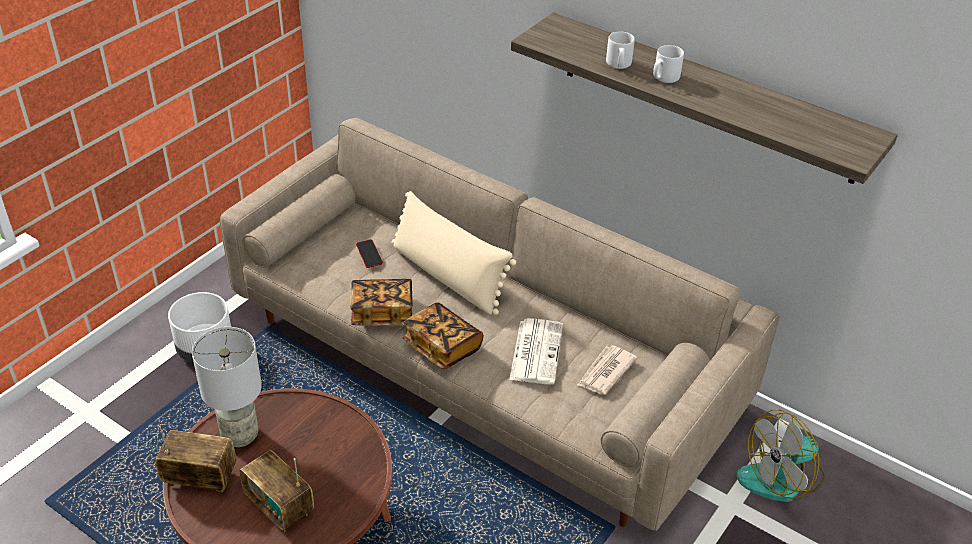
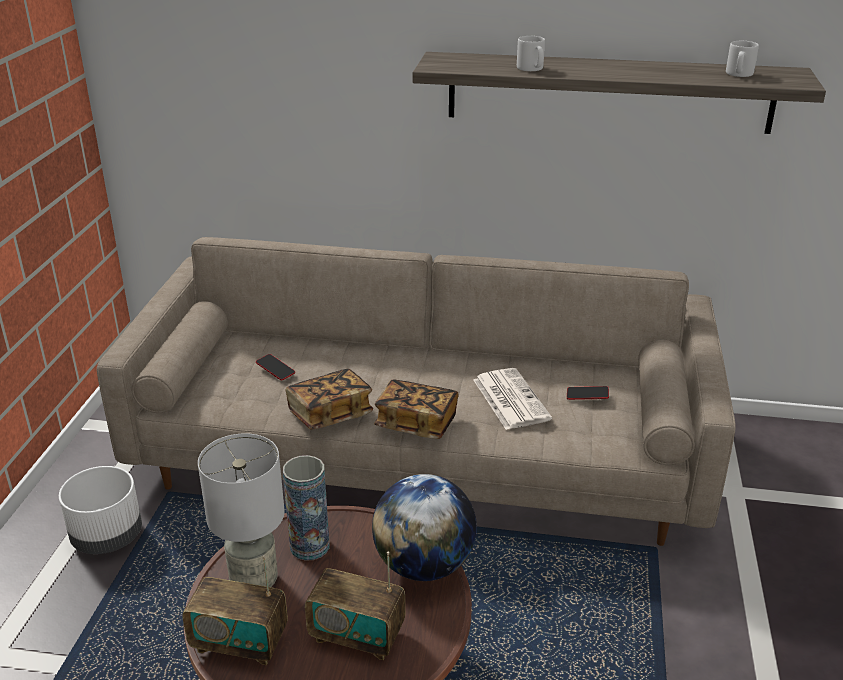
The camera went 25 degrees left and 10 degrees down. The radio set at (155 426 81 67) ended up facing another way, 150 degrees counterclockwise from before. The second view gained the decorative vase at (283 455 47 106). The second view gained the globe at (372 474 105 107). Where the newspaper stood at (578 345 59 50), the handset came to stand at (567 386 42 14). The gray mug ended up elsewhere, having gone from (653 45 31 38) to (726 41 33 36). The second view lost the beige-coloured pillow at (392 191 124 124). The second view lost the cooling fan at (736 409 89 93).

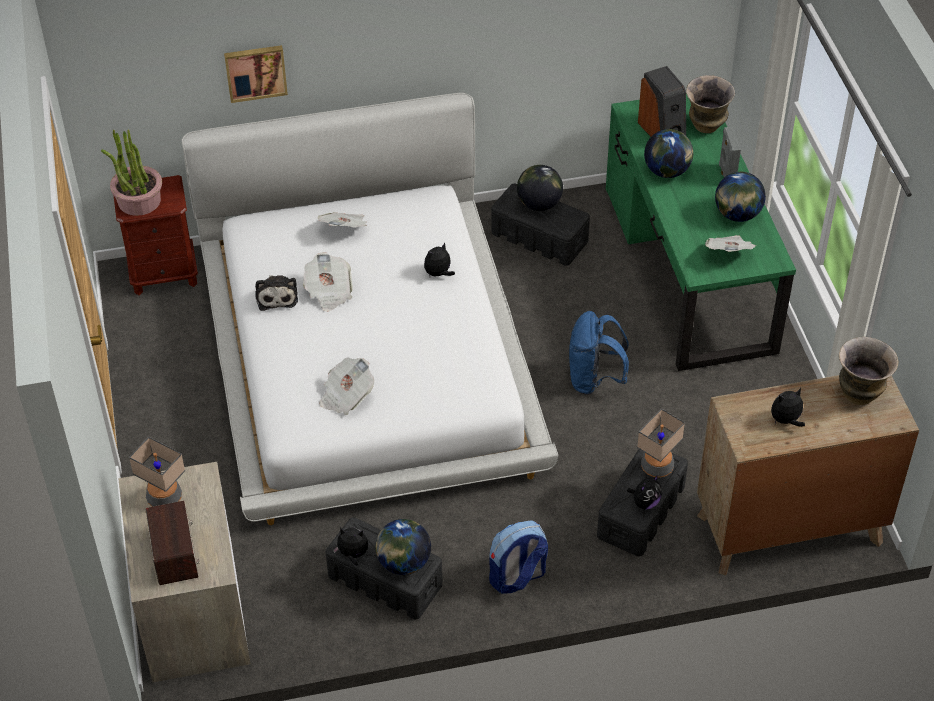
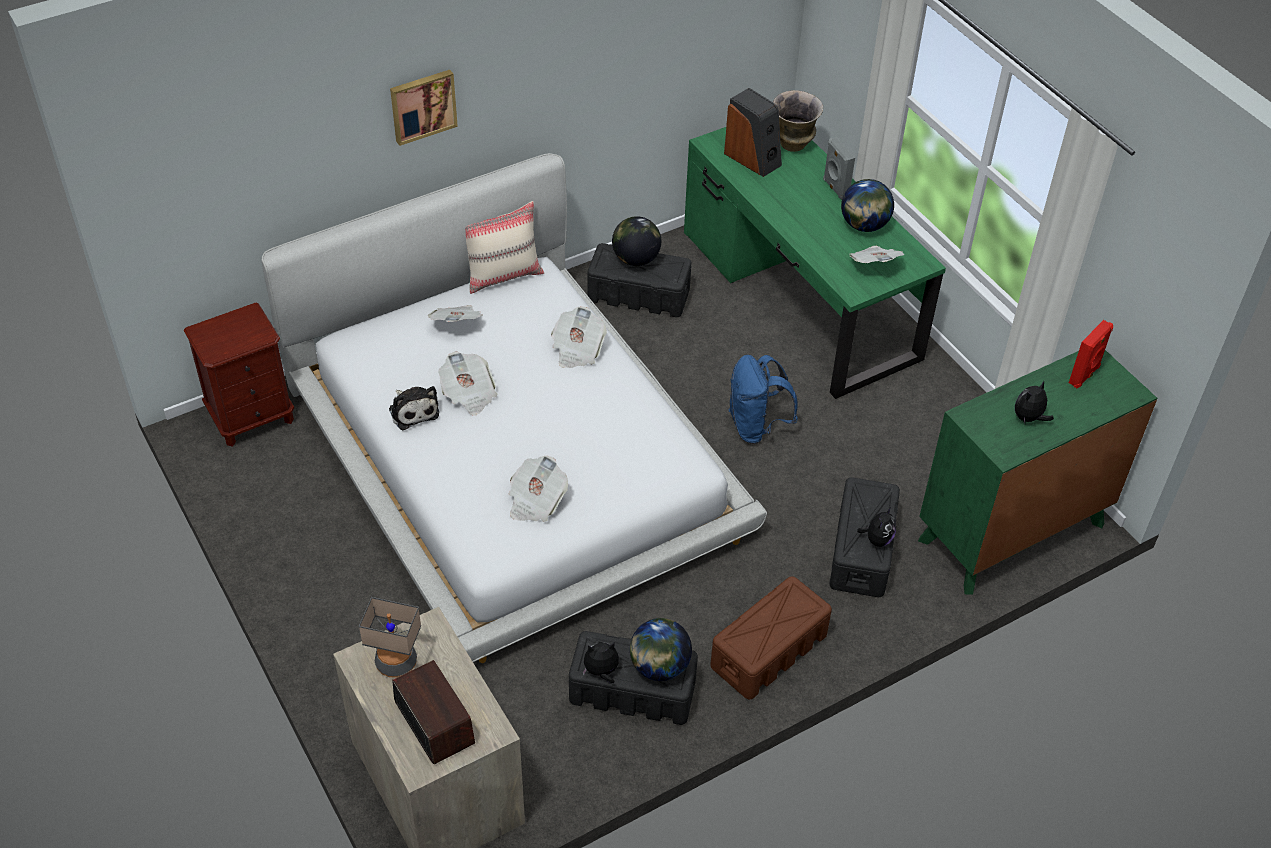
The camera went 20 degrees left and 0 degrees up. The wall art ended up elsewhere, having gone from (224 45 64 58) to (390 70 68 76). The second view gained the beige-coloured pillow at (465 201 79 93). Where the cuddly toy stood at (424 243 31 34), the newspaper came to stand at (551 306 56 62). Where the knapsack stood at (489 520 59 74), the brown-coloured storage container came to stand at (710 576 122 123). What was the brown-coloured chest of drawers at (697 375 222 200) turned into the greenish chest of drawers at (918 350 239 245). Where the decorative vase stood at (839 337 59 68), the reddish loudspeaker came to stand at (1069 320 44 68). The second view lost the houseplant at (101 129 61 87). The second view lost the table lamp at (637 408 48 70). The second view lost the globe at (644 129 49 49).

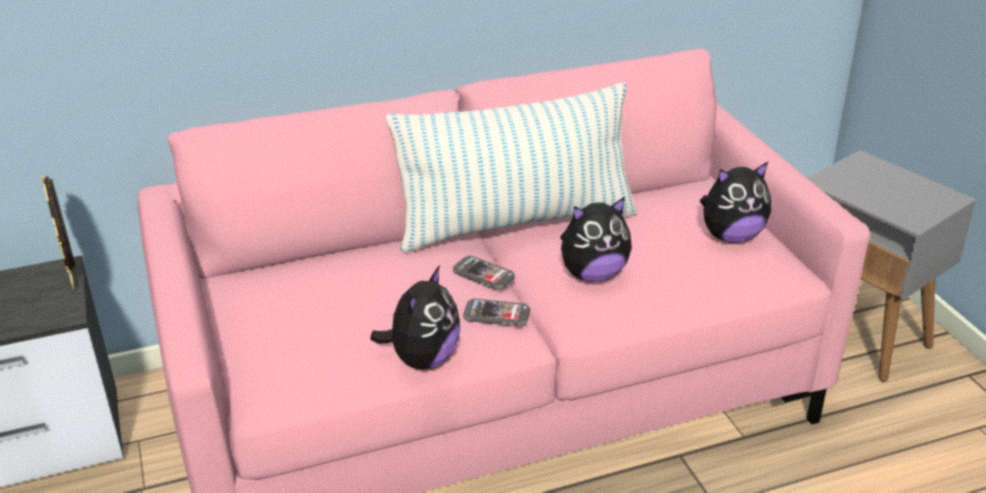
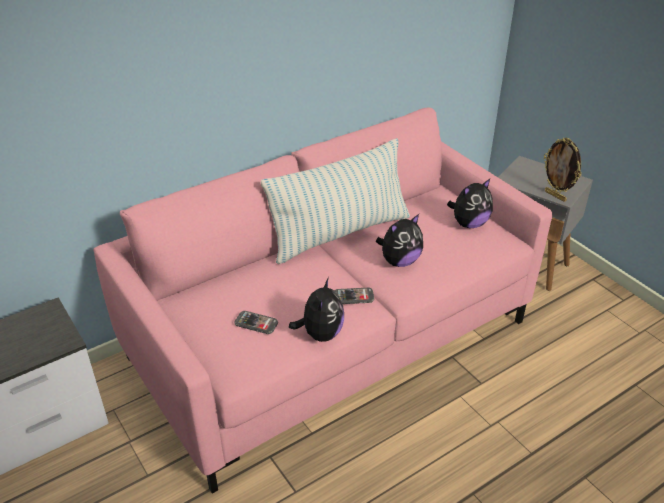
The camera went 15 degrees left and 5 degrees up. The handset ended up elsewhere, having gone from (453 256 62 34) to (234 311 44 23). The picture frame ended up elsewhere, having gone from (41 175 35 114) to (543 137 38 65).

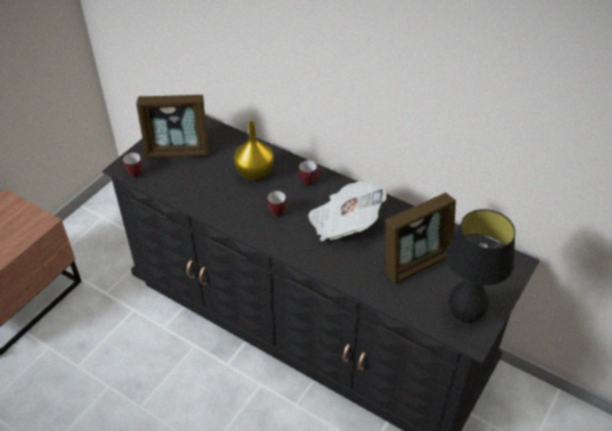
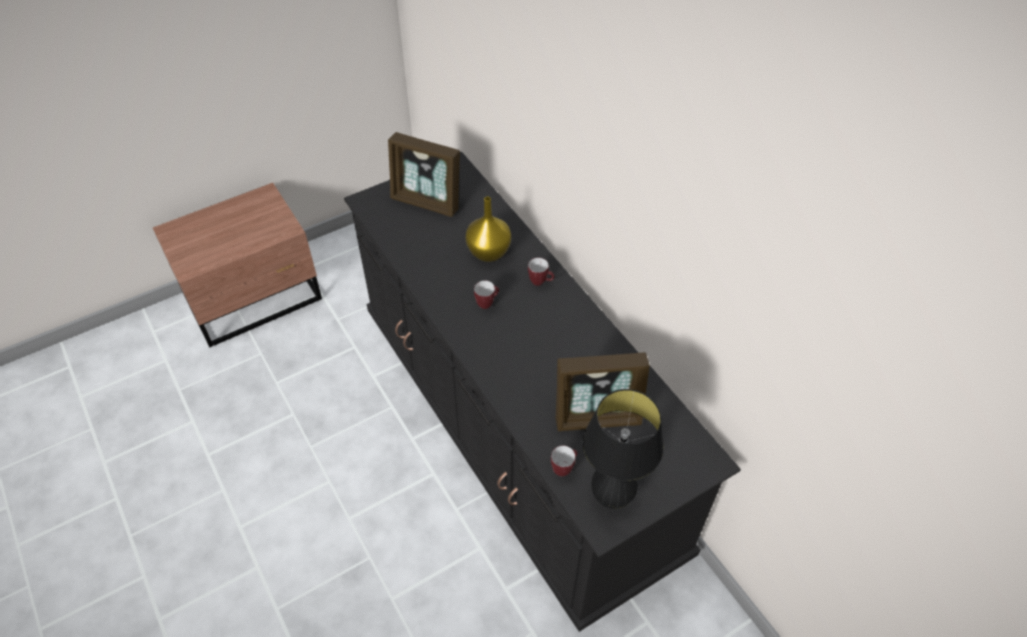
The camera went 25 degrees right and 5 degrees up. The mug ended up elsewhere, having gone from (123 153 19 24) to (551 446 26 30). The second view lost the newspaper at (308 179 79 62).

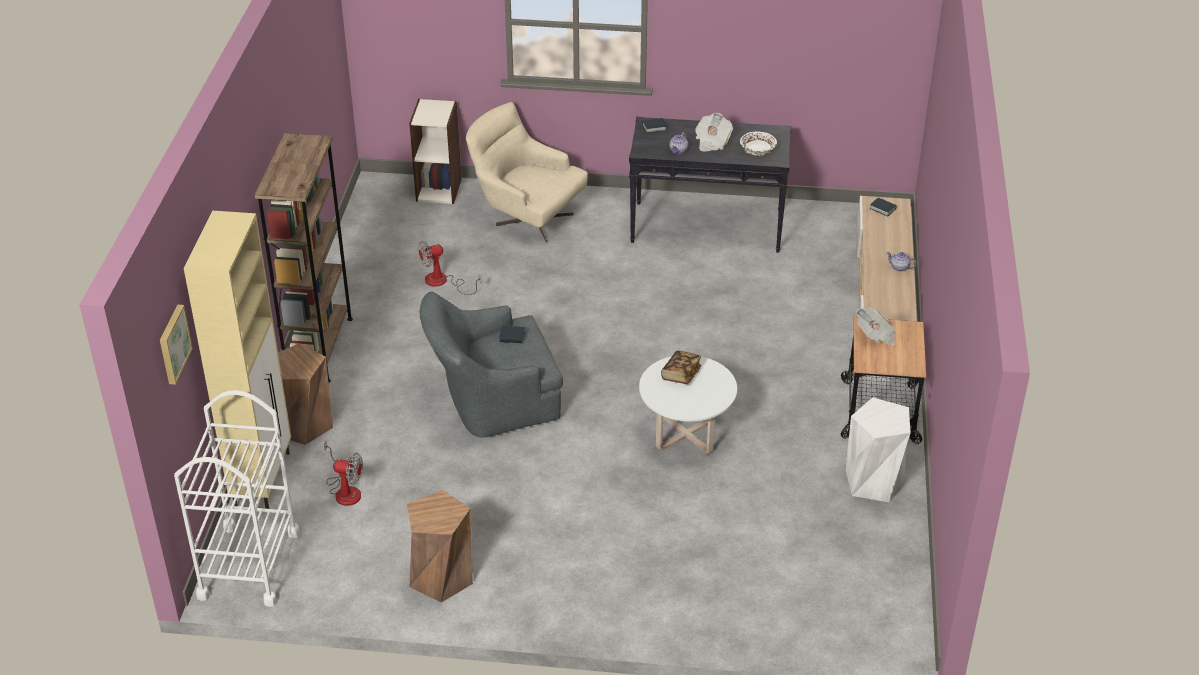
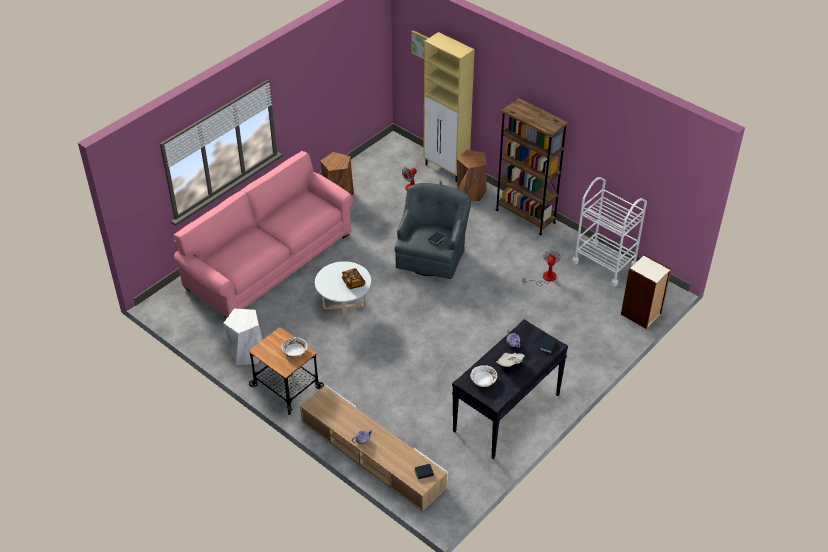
The camera went 125 degrees right and 5 degrees up. The second view gained the pink sofa at (174 151 179 167). Where the newspaper stood at (856 307 39 39), the whitish deep dish came to stand at (281 337 27 21). The whitish cart ended up elsewhere, having gone from (174 390 126 217) to (572 177 75 109). The second view lost the beige-coloured lounge chair at (466 102 122 141).

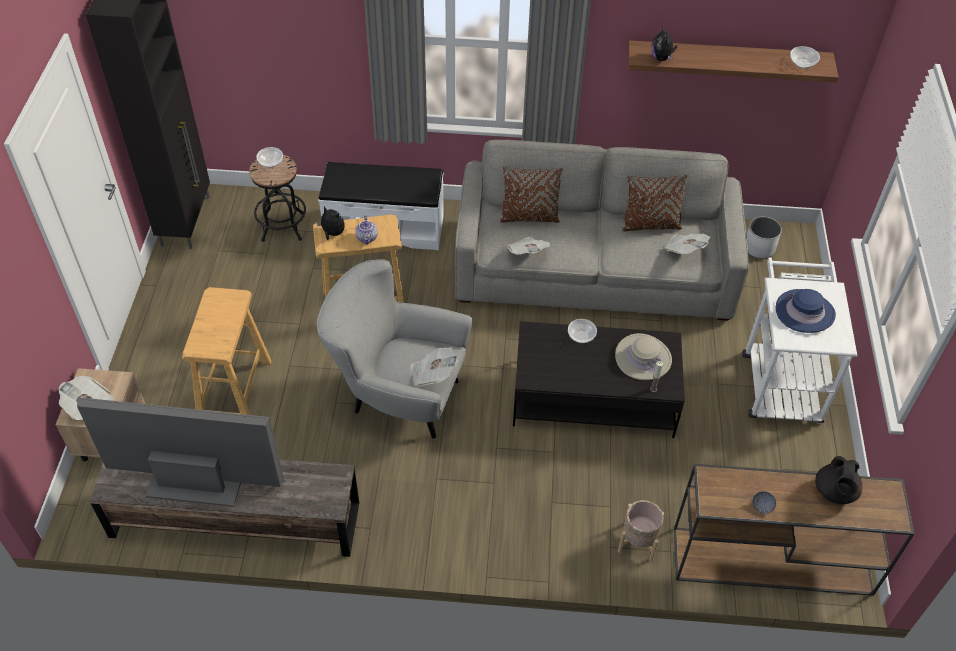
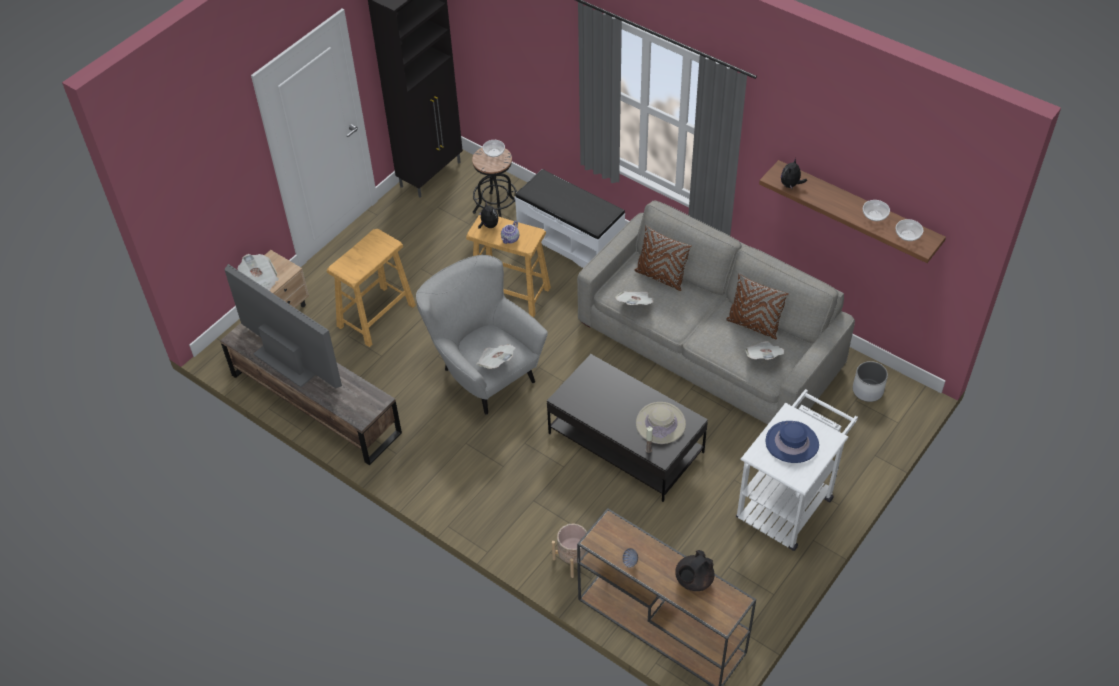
The camera went 35 degrees right and 0 degrees up. The deep dish ended up elsewhere, having gone from (568 319 29 24) to (863 200 27 21).

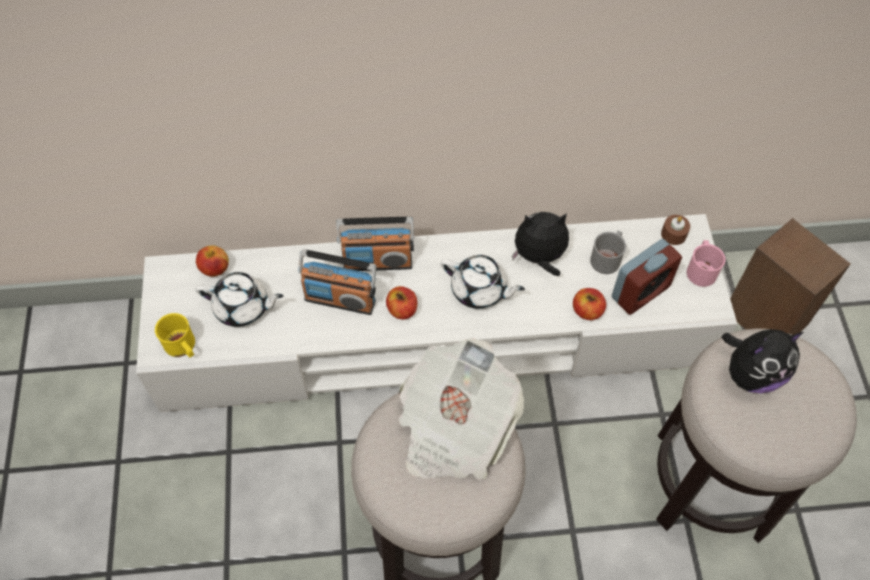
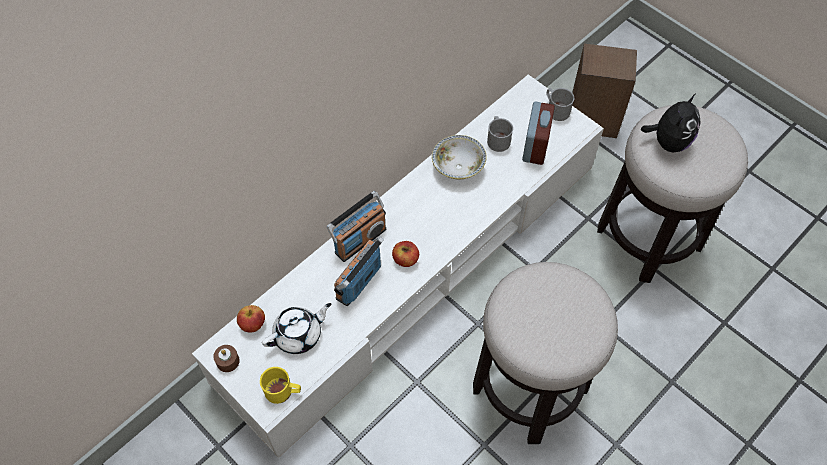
The camera went 40 degrees left and 0 degrees up. The brown-coloured candle ended up elsewhere, having gone from (661 215 29 30) to (213 345 27 27). The radio set at (298 249 79 66) ended up facing another way, 150 degrees clockwise from before. Where the cuddly toy stood at (512 212 57 64), the deep dish came to stand at (432 135 55 44). What was the pink mug at (687 240 39 47) turned into the gray mug at (546 88 28 33). The second view lost the newspaper at (399 338 125 142). The second view lost the whitish tea pot at (441 255 84 54). The second view lost the apple at (573 288 33 32).

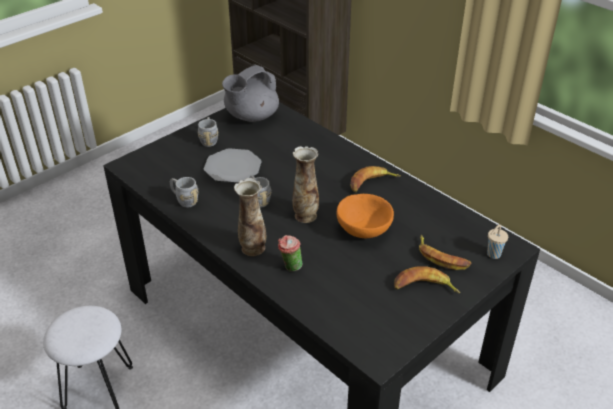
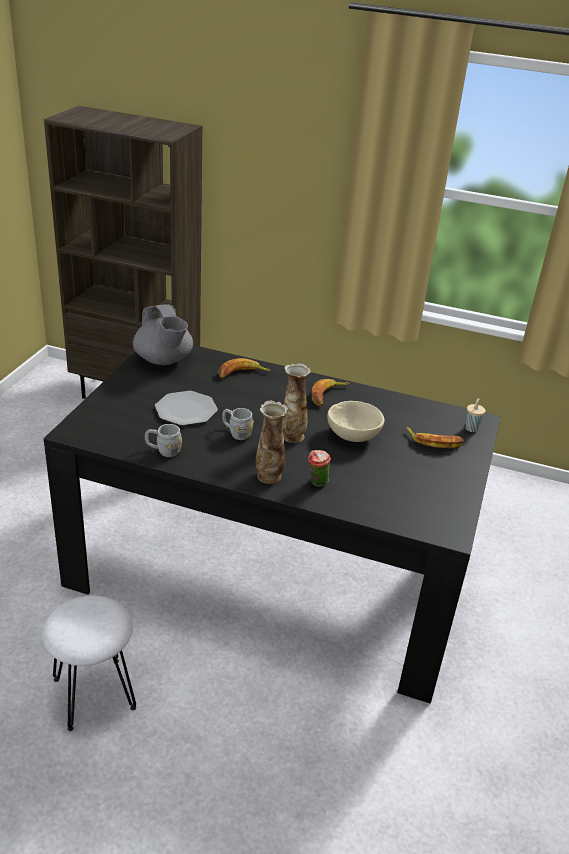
The camera went 30 degrees left and 5 degrees down. The gray tea pot at (222 64 57 58) ended up facing another way, 45 degrees counterclockwise from before. The whole banana ended up elsewhere, having gone from (394 266 66 28) to (218 358 53 21). What was the orange-coloured deep dish at (337 194 57 44) turned into the beige-coloured deep dish at (327 401 57 41). The second view lost the gray mug at (198 117 20 30).

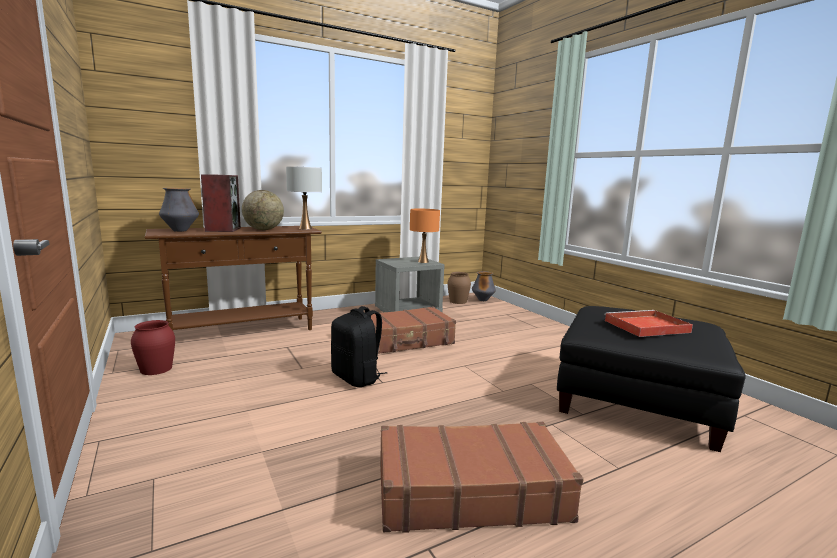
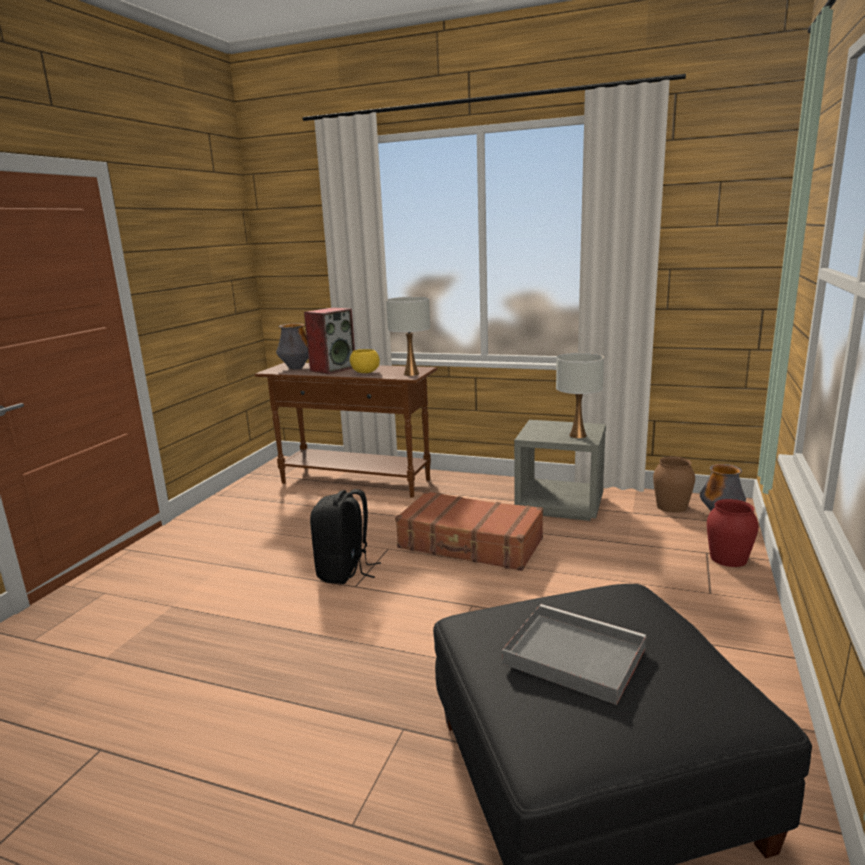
The camera went 50 degrees right and 5 degrees up. Where the globe stood at (242 190 42 40), the yellow deep dish came to stand at (350 349 30 24). What was the reddish tray at (604 310 89 27) turned into the gray tray at (502 604 144 101). What was the orange-coloured table lamp at (410 209 30 54) turned into the whitish table lamp at (556 353 48 85). The reddish decorative vase ended up elsewhere, having gone from (131 320 44 55) to (707 499 51 68). The second view lost the brown-coloured travel case at (380 422 203 111).

